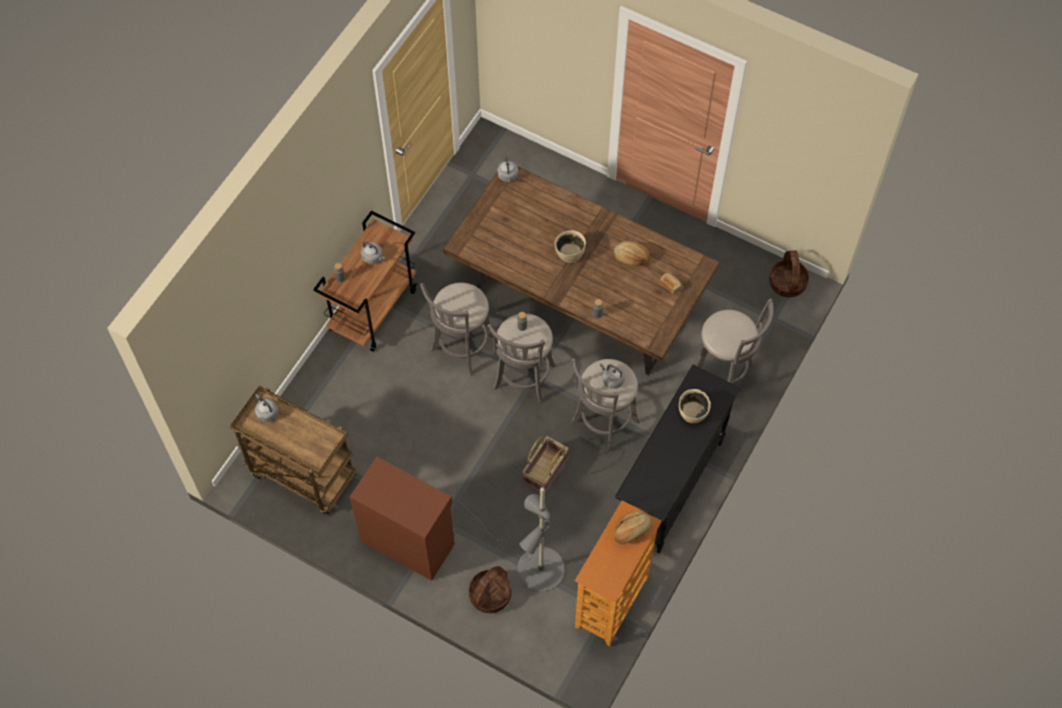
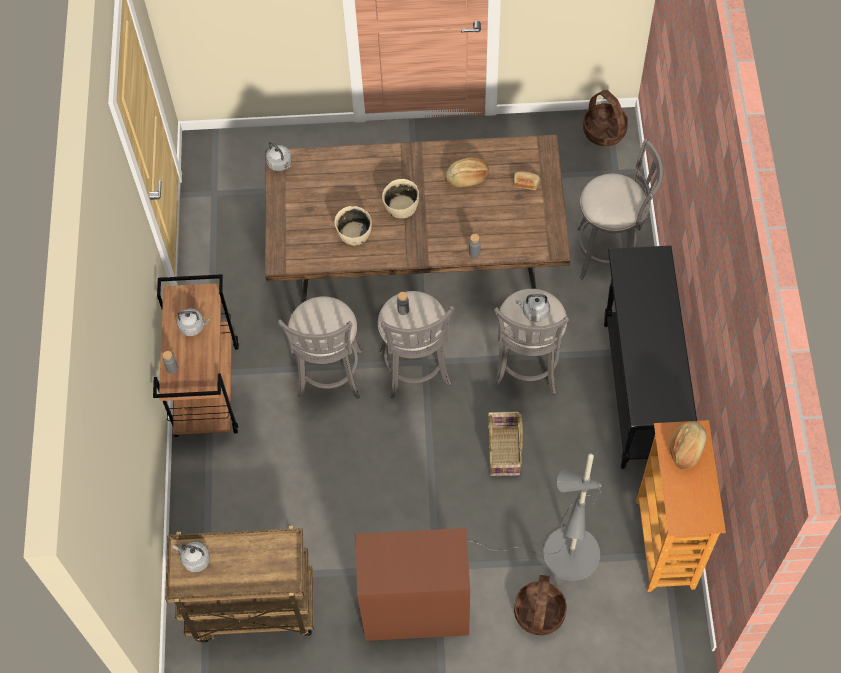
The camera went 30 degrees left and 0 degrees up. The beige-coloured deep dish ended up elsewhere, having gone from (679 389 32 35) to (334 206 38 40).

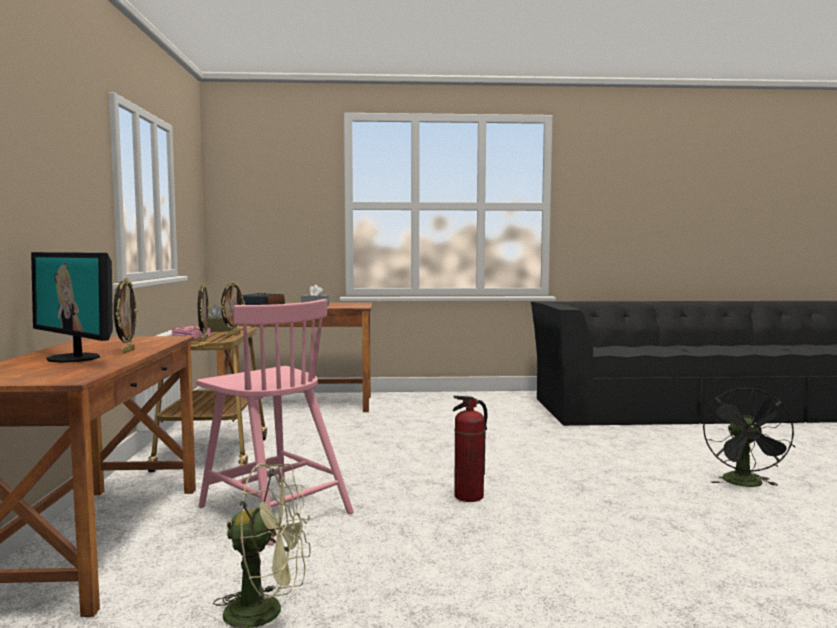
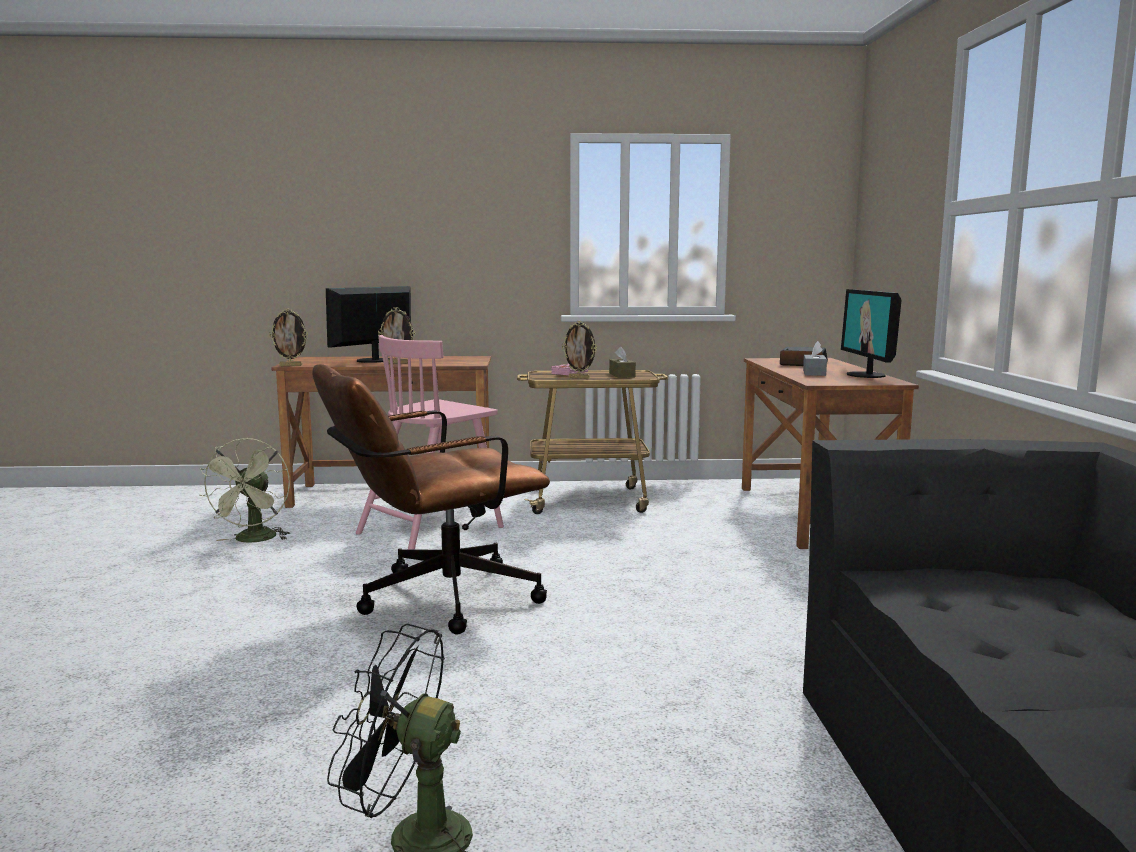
The camera went 90 degrees right and 5 degrees up. The picture frame ended up elsewhere, having gone from (198 283 11 58) to (269 308 39 58). Where the fire-fighting cylinder stood at (453 396 35 106), the brown-coloured office chair came to stand at (312 364 238 271). The second view gained the monitor at (841 289 61 89).

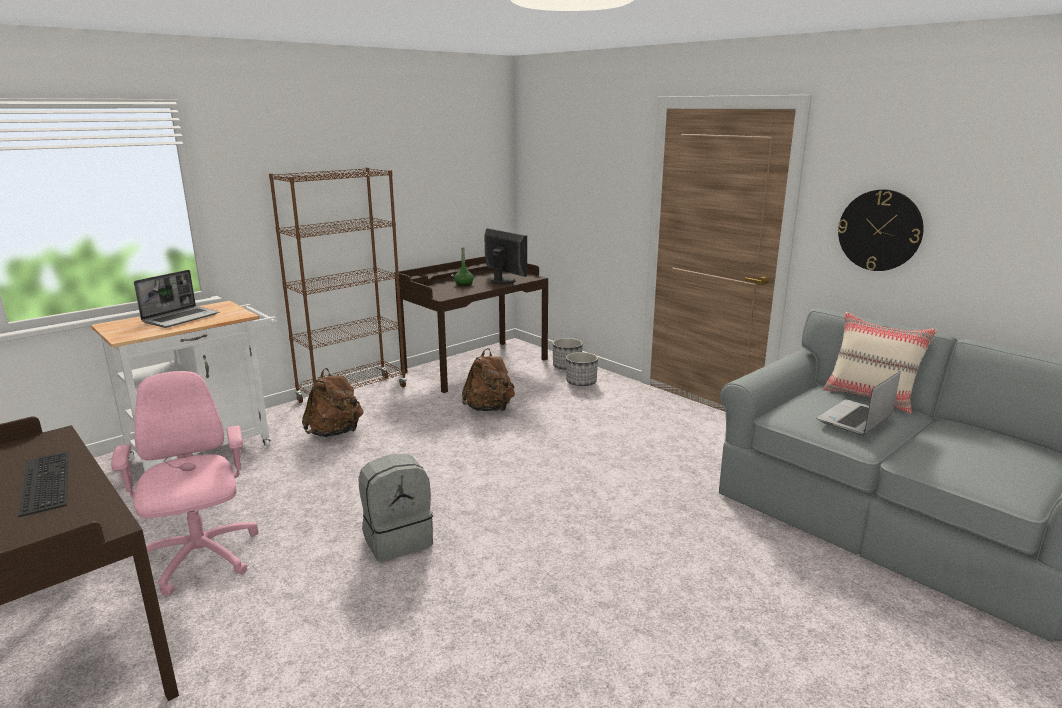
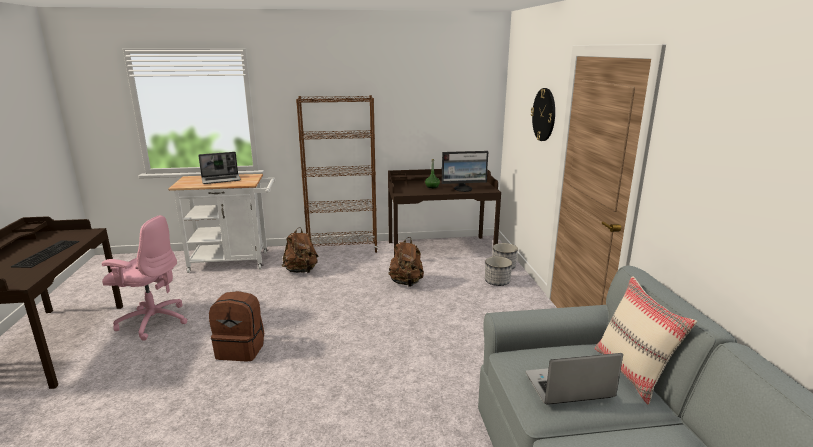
The camera went 35 degrees right and 0 degrees up. The pink office chair at (111 371 148 225) ended up facing another way, 90 degrees clockwise from before. What was the gray knapsack at (359 454 74 108) turned into the brown-coloured knapsack at (209 291 55 70). The monitor at (484 228 43 56) ended up facing another way, 90 degrees clockwise from before. The hanging clock ended up elsewhere, having gone from (838 189 86 82) to (531 88 24 53).

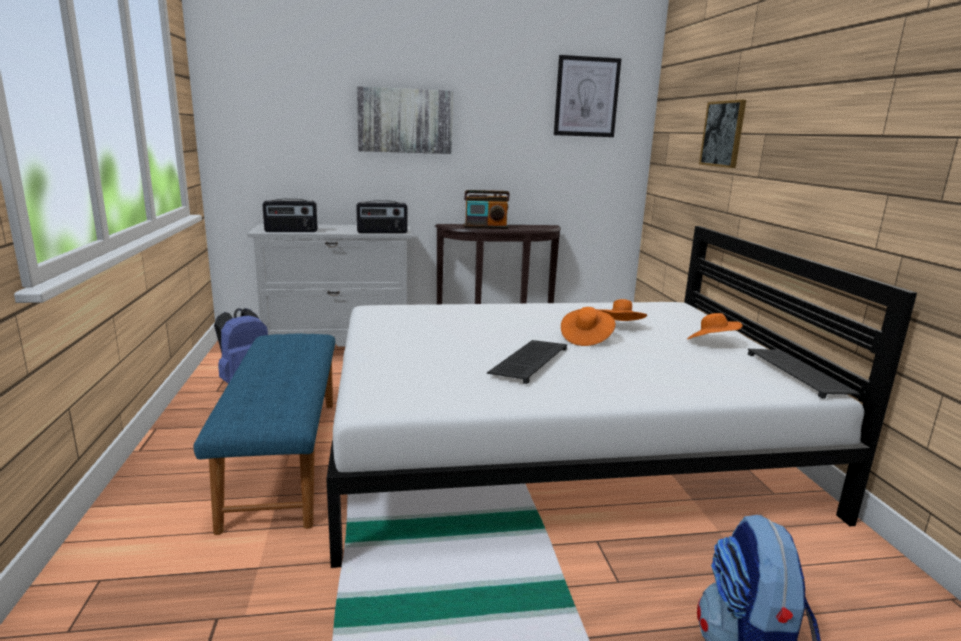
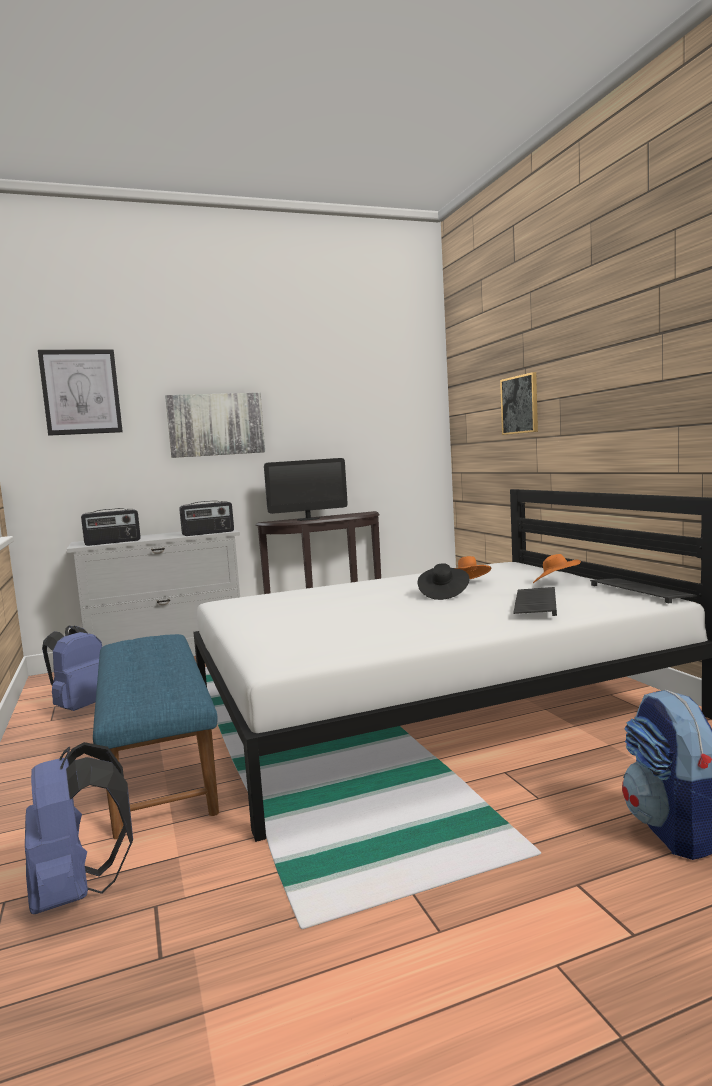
The camera went 10 degrees left and 10 degrees down. The second view gained the blue-coloured knapsack at (25 742 108 172). The wall art ended up elsewhere, having gone from (554 55 67 82) to (38 349 85 87). Where the radio set stood at (463 190 47 39), the monitor came to stand at (264 458 83 63). What was the orange-coloured wearable hat at (561 307 54 39) turned into the blackish wearable hat at (418 563 51 37). The computer keyboard ended up elsewhere, having gone from (487 340 80 44) to (513 587 44 29).

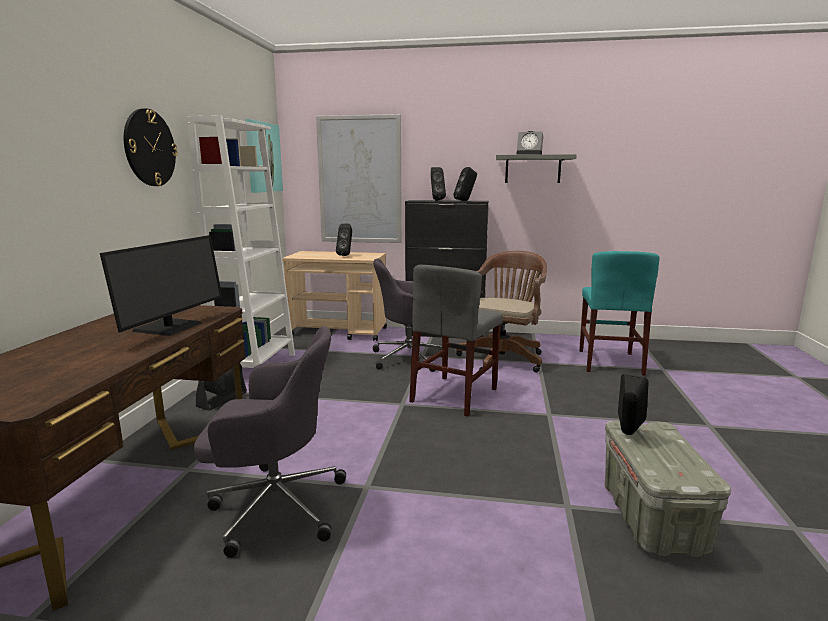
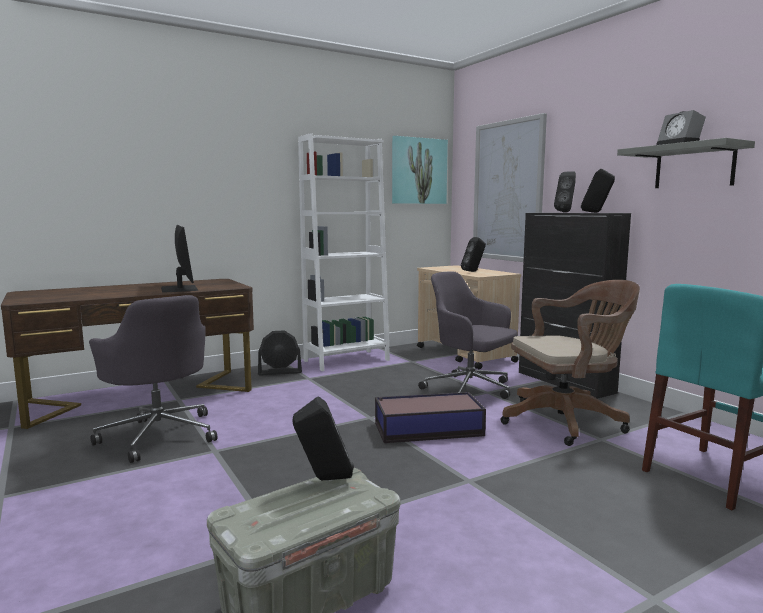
The camera went 50 degrees right and 5 degrees down. The monitor at (100 235 122 101) ended up facing another way, 90 degrees counterclockwise from before. Where the gray plain chair stood at (409 265 94 152), the storage container came to stand at (375 392 111 51). The second view lost the hanging clock at (124 108 53 78).

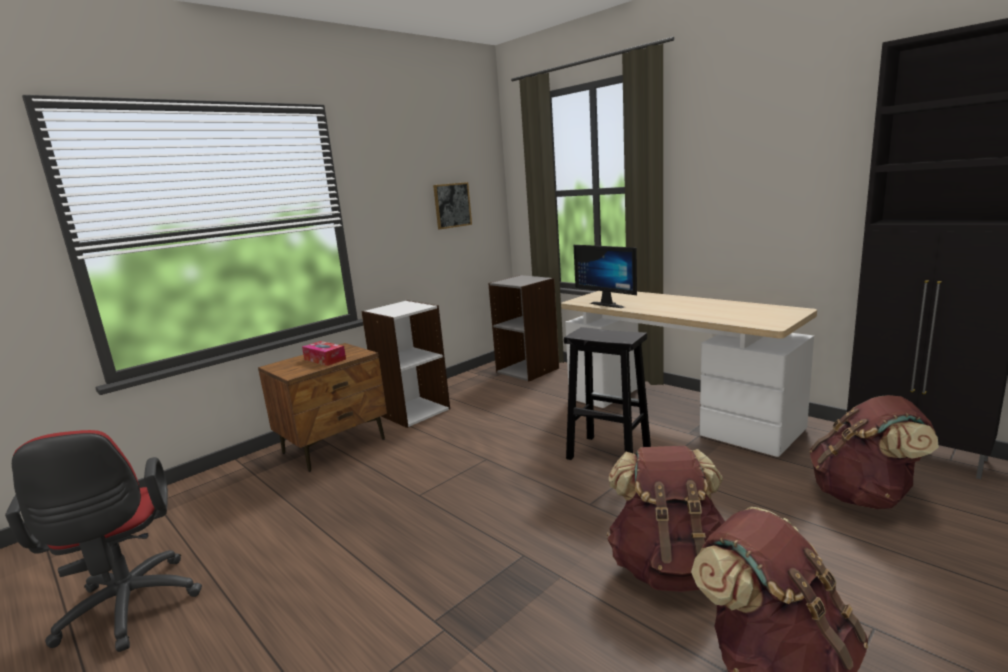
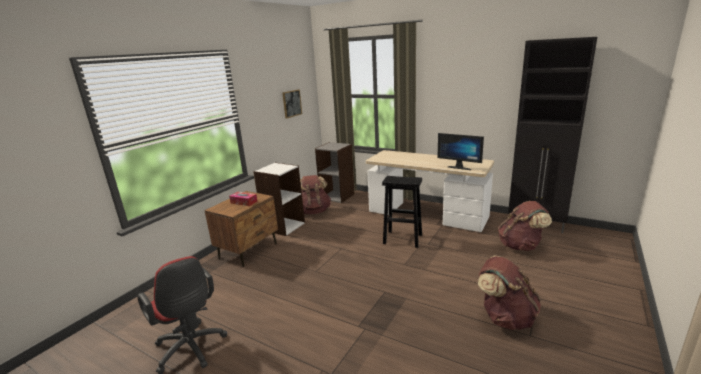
The camera went 15 degrees left and 5 degrees up. The brown-coloured knapsack ended up elsewhere, having gone from (607 446 118 146) to (300 175 31 39). The monitor ended up elsewhere, having gone from (574 245 63 63) to (437 133 47 37).

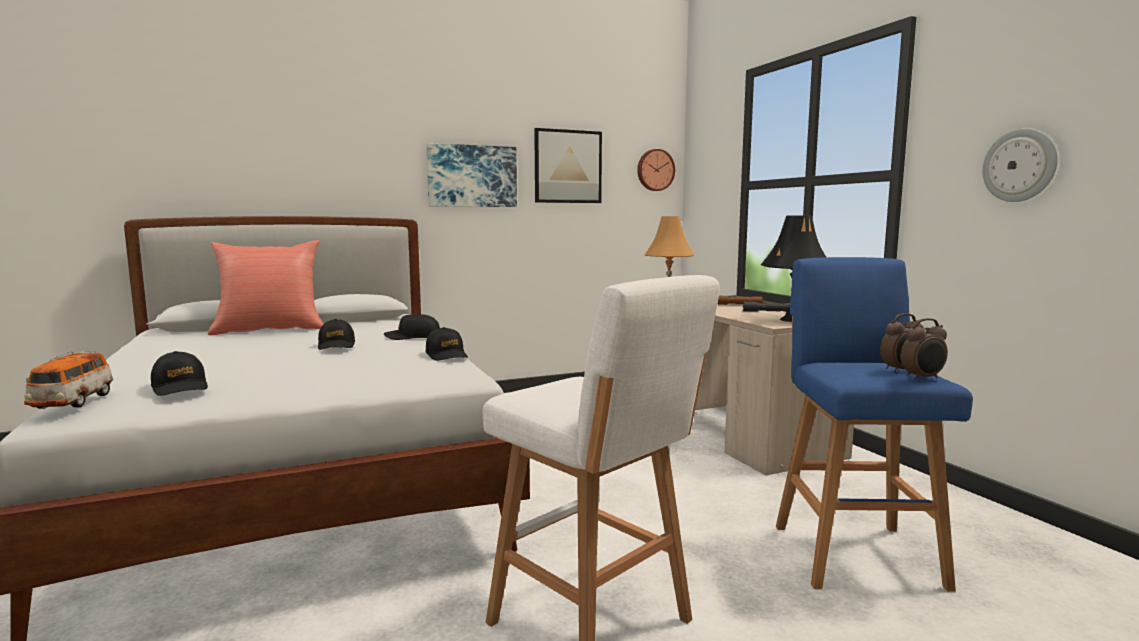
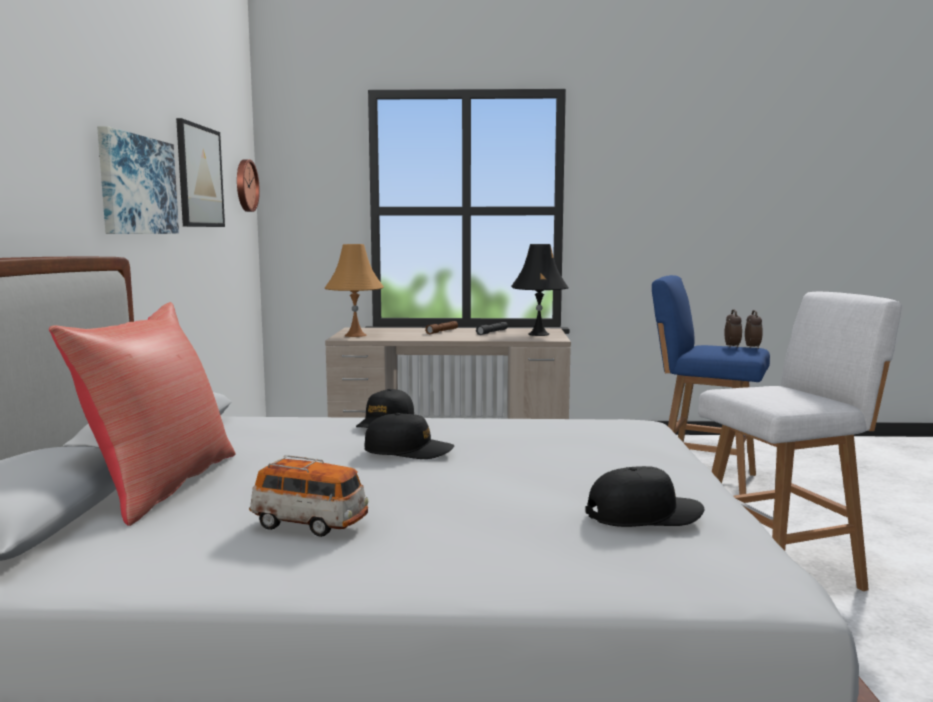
The camera went 65 degrees left and 0 degrees up. The miniature car ended up elsewhere, having gone from (24 351 89 58) to (249 455 119 82). The second view lost the blackish peaked cap at (425 327 43 34). The second view lost the hanging clock at (983 128 75 74).

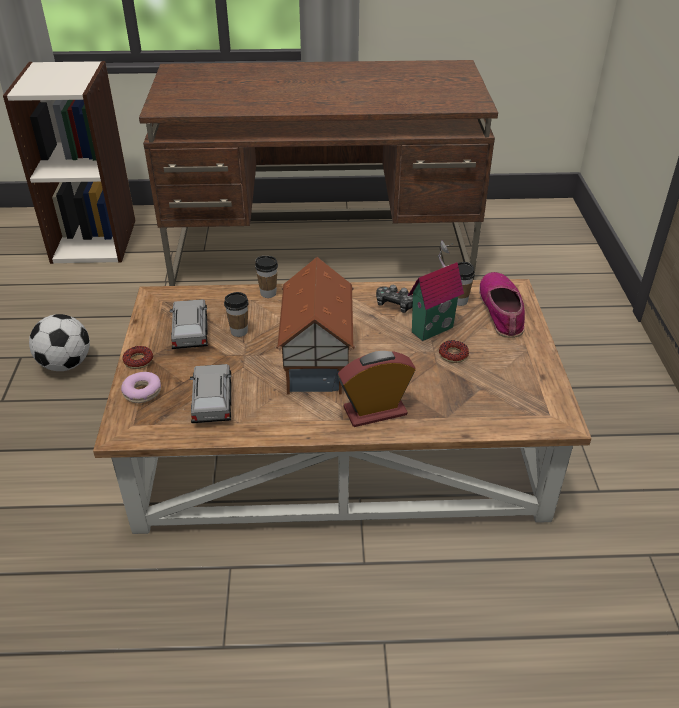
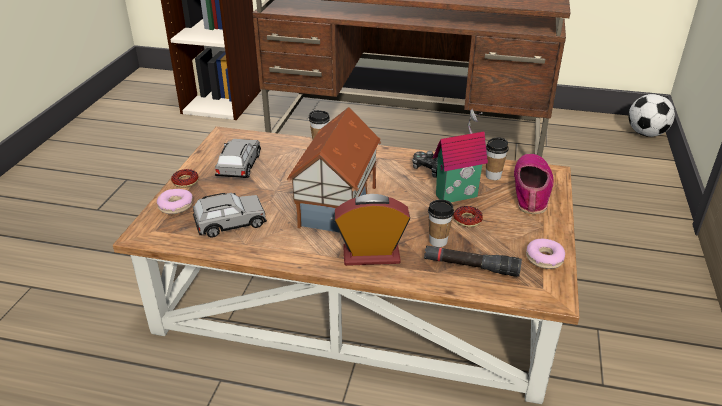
The camera went 15 degrees right and 5 degrees down. The gray miniature car at (190 364 41 59) ended up facing another way, 60 degrees clockwise from before. The second view gained the blackish torch at (424 245 98 32). The drinking cup ended up elsewhere, having gone from (224 292 25 45) to (428 200 26 47). The second view gained the donut at (526 239 39 30). The football ball ended up elsewhere, having gone from (29 314 61 57) to (629 94 46 43).

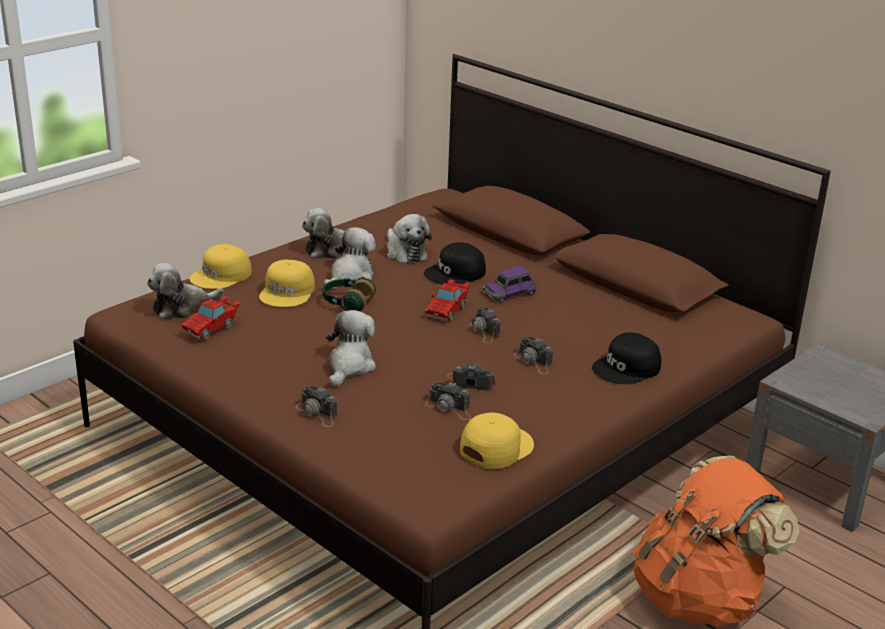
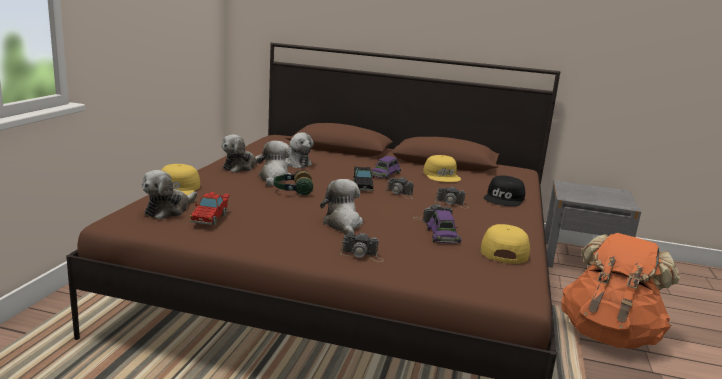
The camera went 30 degrees left and 10 degrees down. What was the reddish miniature car at (425 279 45 42) turned into the blackish miniature car at (353 166 21 25). The yellow peaked cap ended up elsewhere, having gone from (259 260 56 47) to (423 155 38 27). Where the photo camera stood at (426 382 45 38), the purple-coloured miniature car came to stand at (427 210 34 34). The second view lost the blackish peaked cap at (424 242 62 42).

